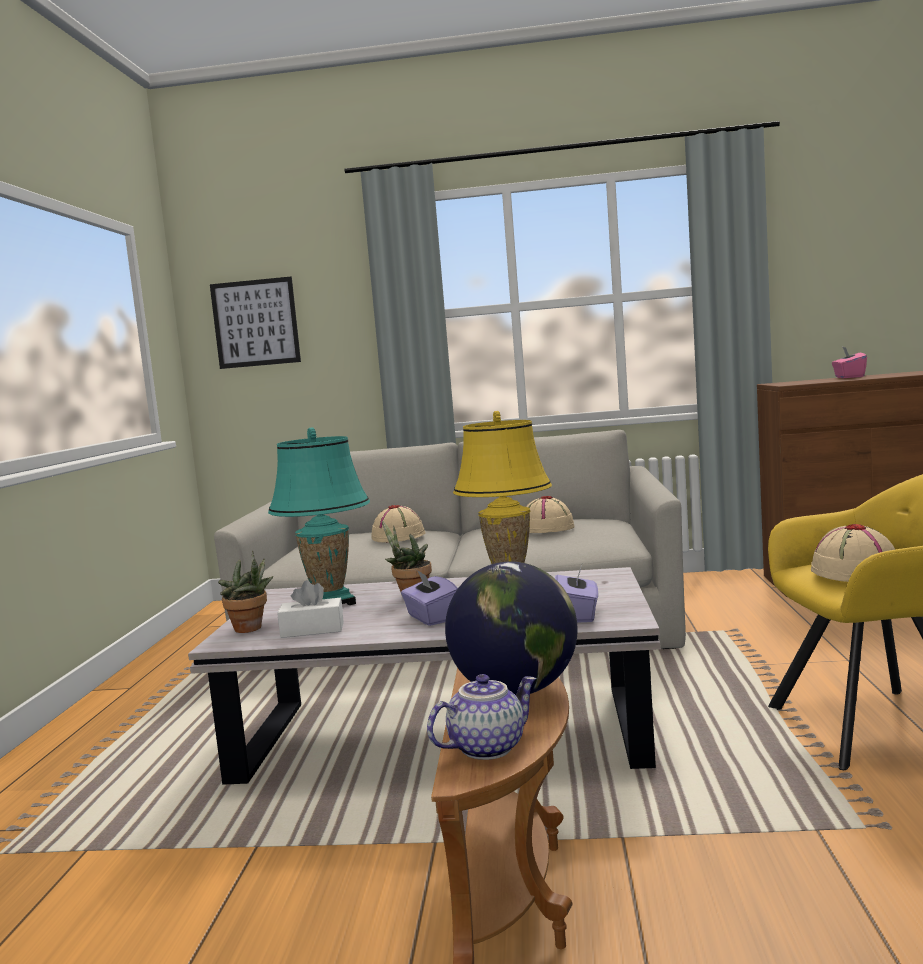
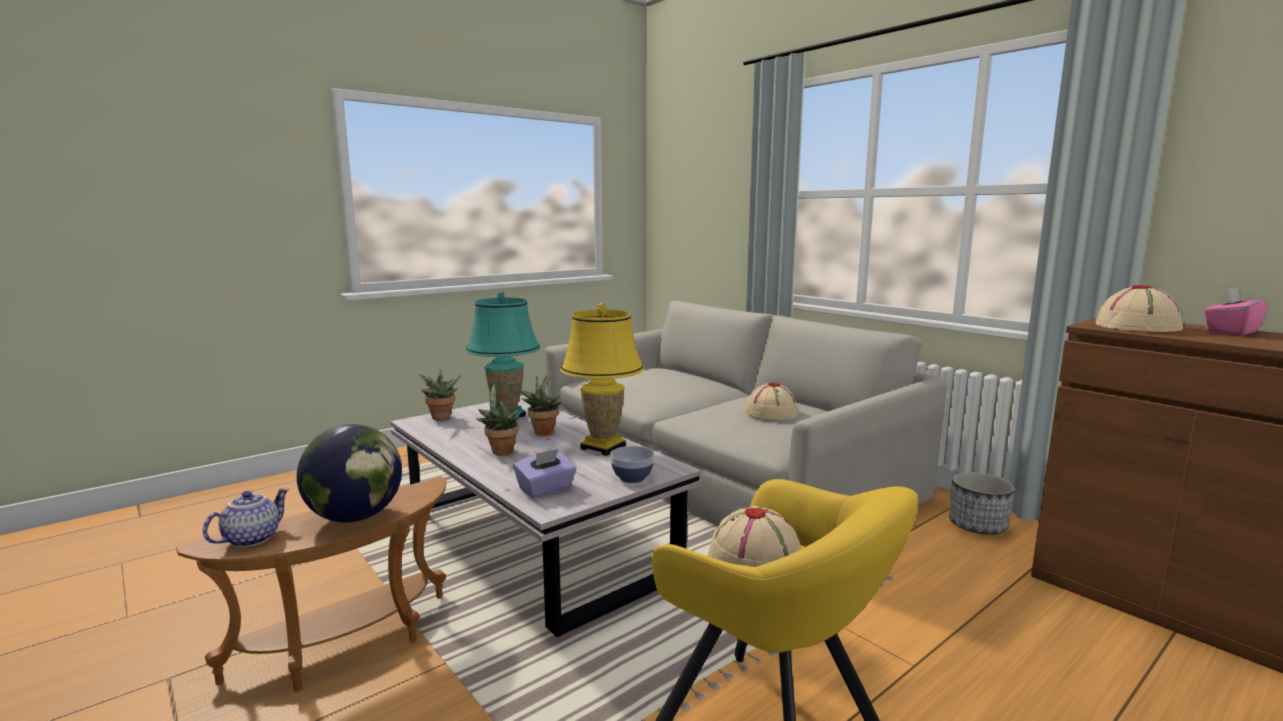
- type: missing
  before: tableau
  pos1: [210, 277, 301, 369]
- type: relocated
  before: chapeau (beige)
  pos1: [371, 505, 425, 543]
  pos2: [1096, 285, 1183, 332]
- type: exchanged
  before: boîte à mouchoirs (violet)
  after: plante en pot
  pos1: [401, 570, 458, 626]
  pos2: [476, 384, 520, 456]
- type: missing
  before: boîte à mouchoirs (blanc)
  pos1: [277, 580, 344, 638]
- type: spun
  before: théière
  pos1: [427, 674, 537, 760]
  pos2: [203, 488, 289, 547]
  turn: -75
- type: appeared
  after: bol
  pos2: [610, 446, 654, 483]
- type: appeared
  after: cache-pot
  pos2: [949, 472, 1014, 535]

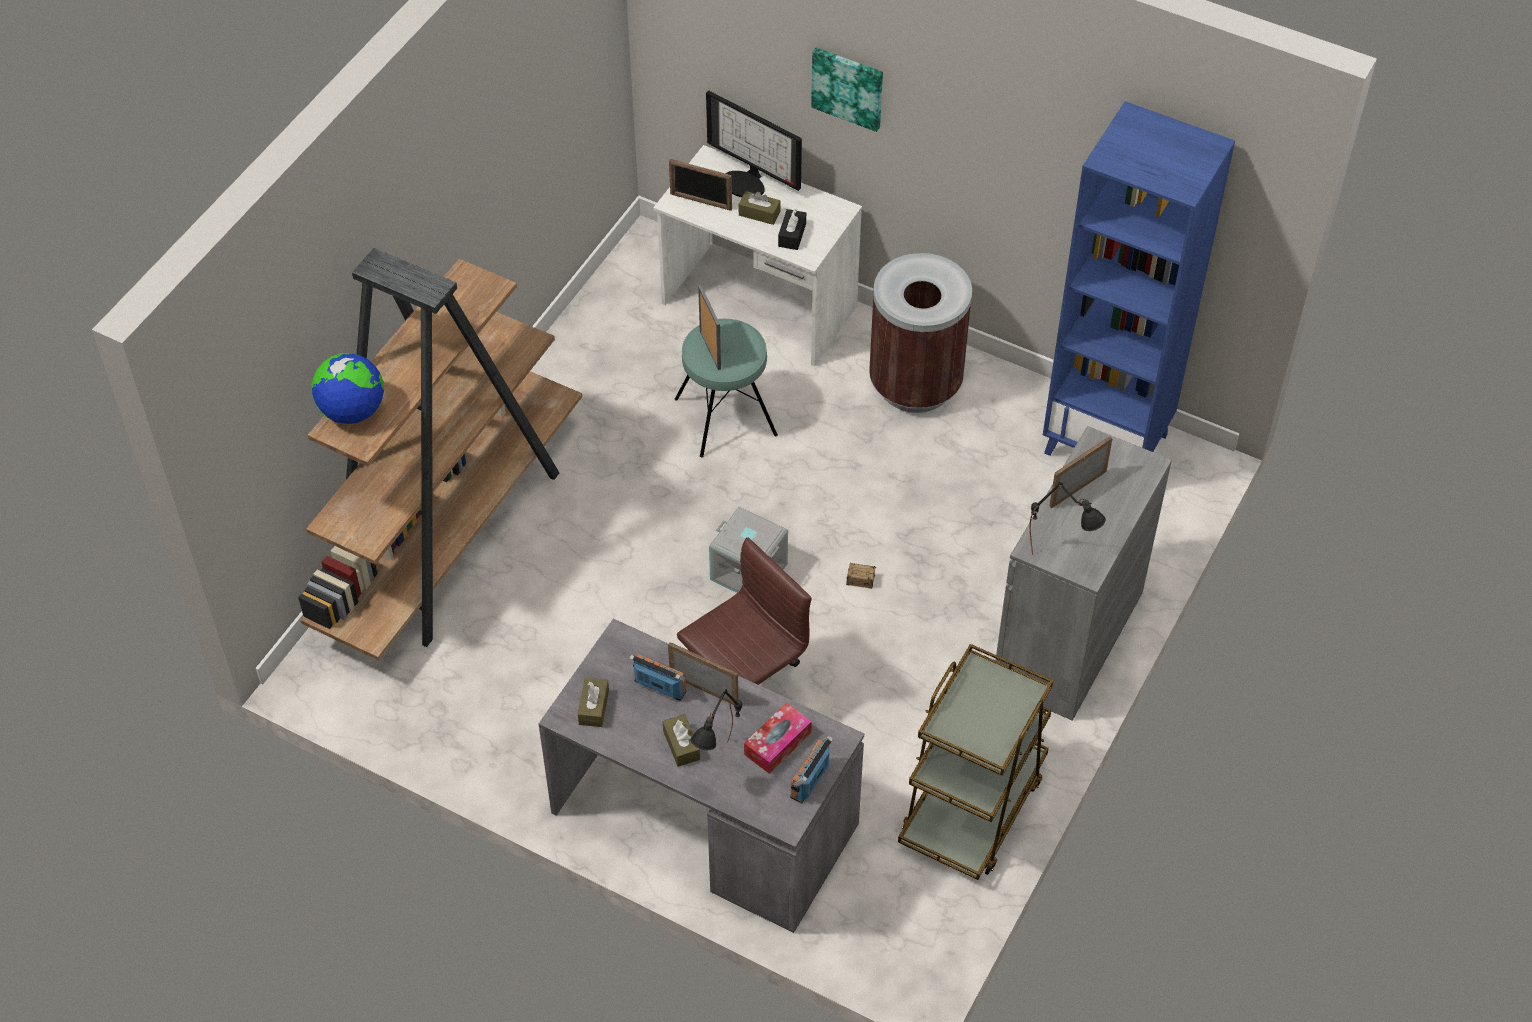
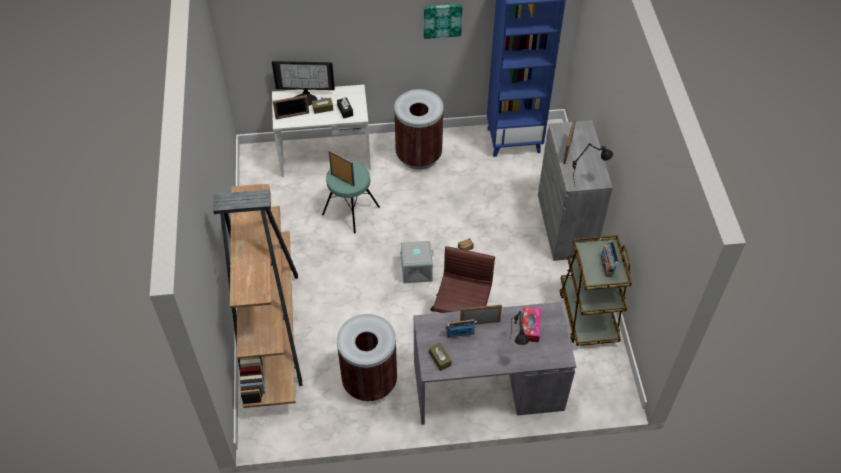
- type: relocated
  before: tableau
  pos1: [811, 48, 883, 132]
  pos2: [424, 4, 463, 39]
- type: missing
  before: globe
  pos1: [312, 353, 384, 424]
- type: missing
  before: boîte à mouchoirs (marron)
  pos1: [663, 714, 700, 767]
- type: relocated
  before: radio
  pos1: [790, 736, 833, 803]
  pos2: [601, 240, 619, 277]
- type: appeared
  after: poubelle (marron)
  pos2: [337, 314, 397, 401]

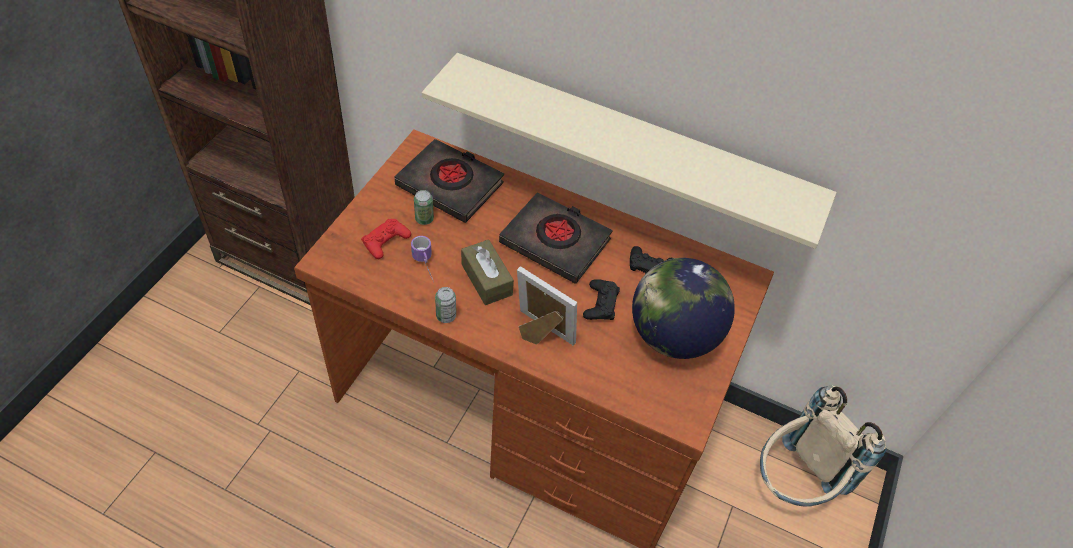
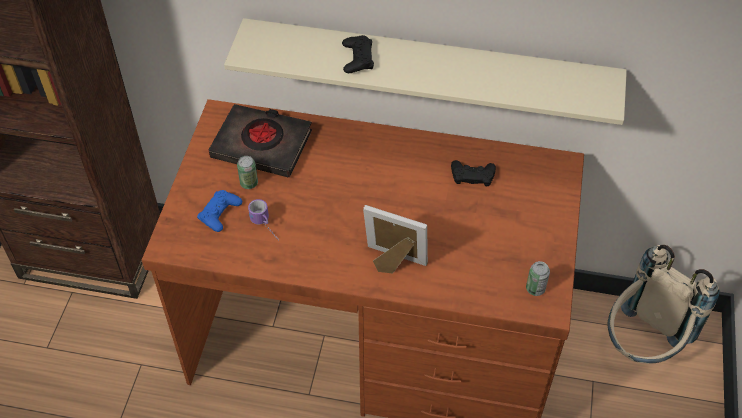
- type: missing
  before: livre (noir)
  pos1: [499, 192, 613, 284]
- type: colour
  before: manette (rouge)
  after: manette (bleu)
  pos1: [361, 219, 411, 259]
  pos2: [197, 190, 242, 232]
- type: missing
  before: boîte à mouchoirs (marron)
  pos1: [461, 240, 514, 305]
- type: missing
  before: globe
  pos1: [632, 258, 735, 359]
- type: relocated
  before: manette (noir)
  pos1: [583, 279, 620, 320]
  pos2: [342, 35, 374, 73]
- type: relocated
  before: boîte métallique
  pos1: [435, 287, 456, 323]
  pos2: [526, 261, 550, 296]

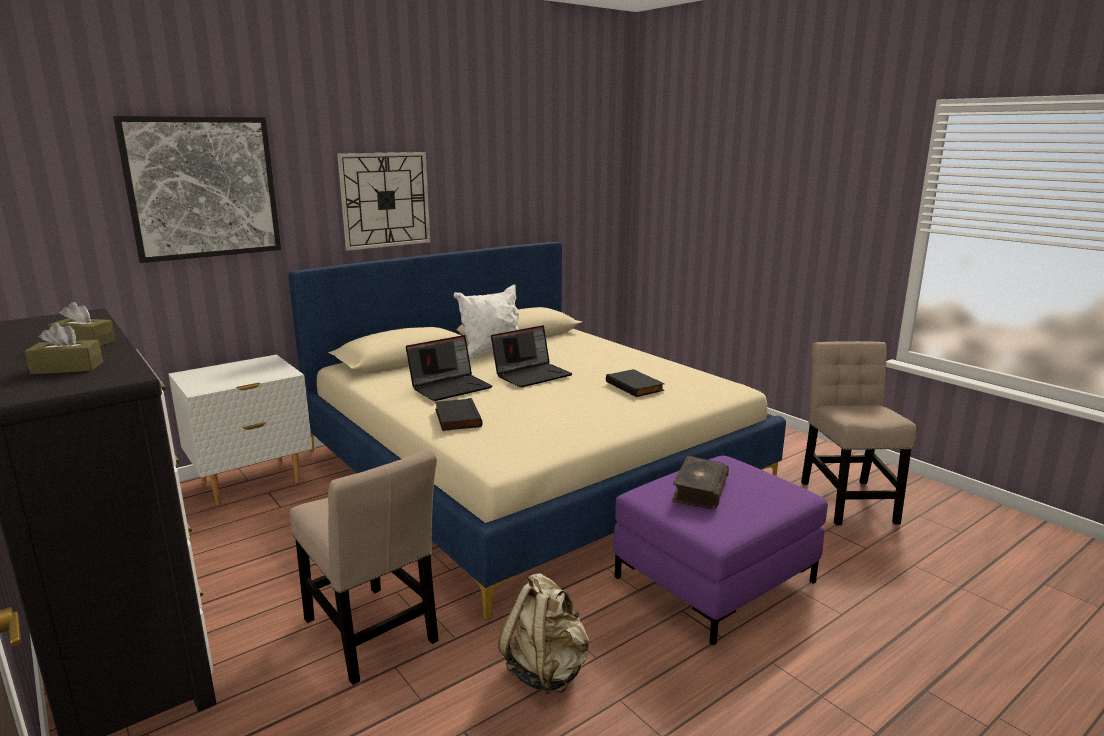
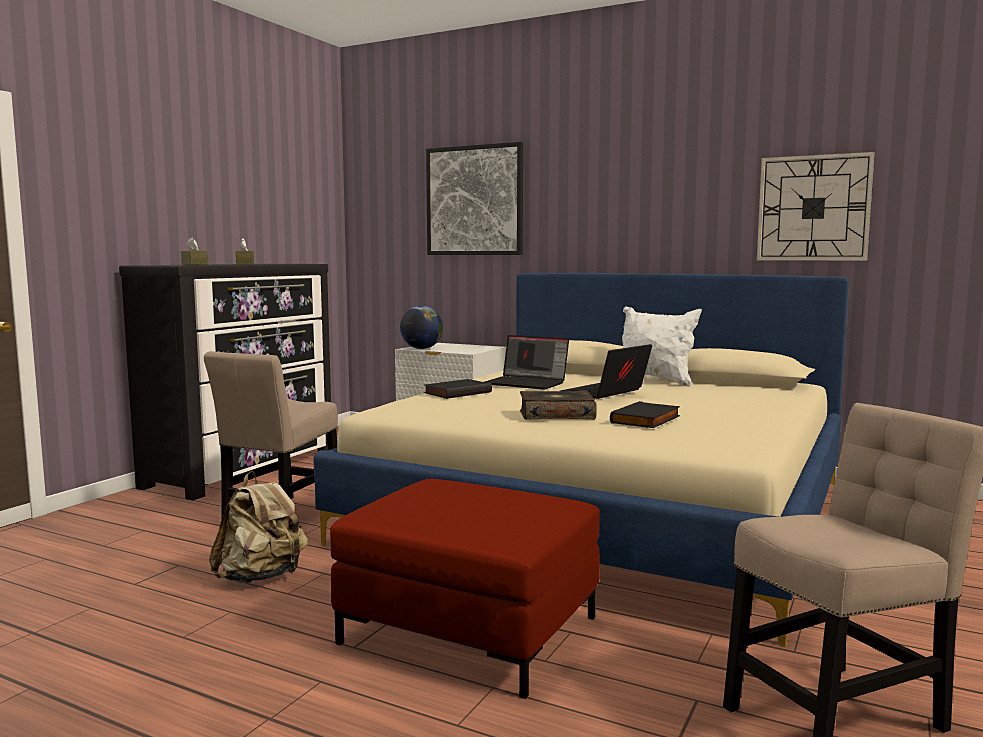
- type: relocated
  before: horloge murale
  pos1: [337, 152, 430, 251]
  pos2: [757, 152, 875, 261]
- type: spun
  before: ordinateur portable
  pos1: [491, 325, 573, 388]
  pos2: [560, 344, 652, 399]
  turn: 105
- type: colour
  before: pouf (violet)
  after: pouf (rouge)
  pos1: [613, 456, 828, 645]
  pos2: [330, 479, 600, 699]
- type: relocated
  before: livre
  pos1: [672, 456, 729, 510]
  pos2: [520, 390, 597, 419]
- type: appeared
  after: globe
  pos2: [400, 306, 443, 349]

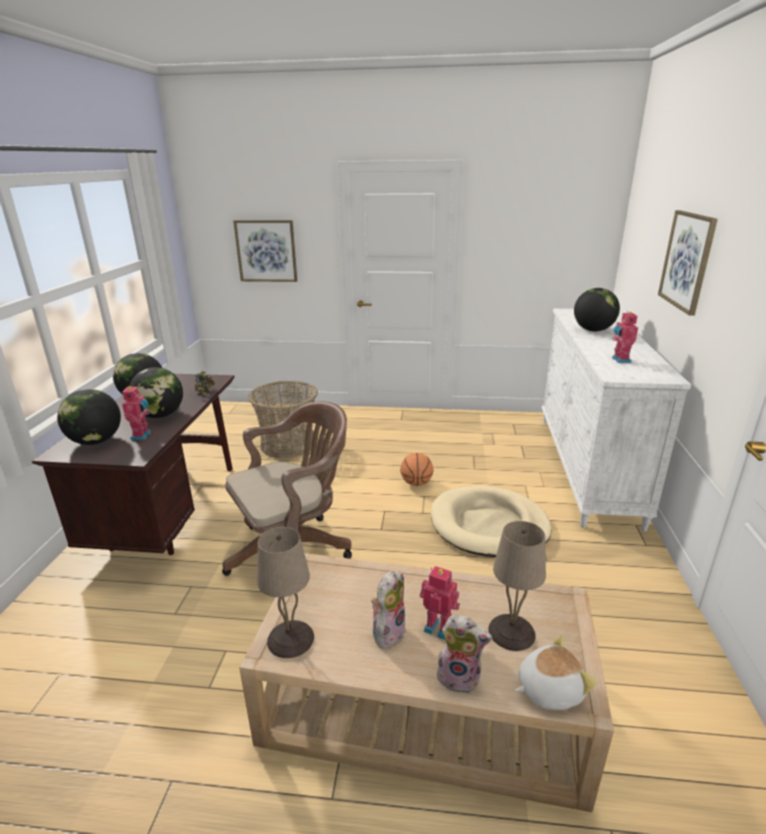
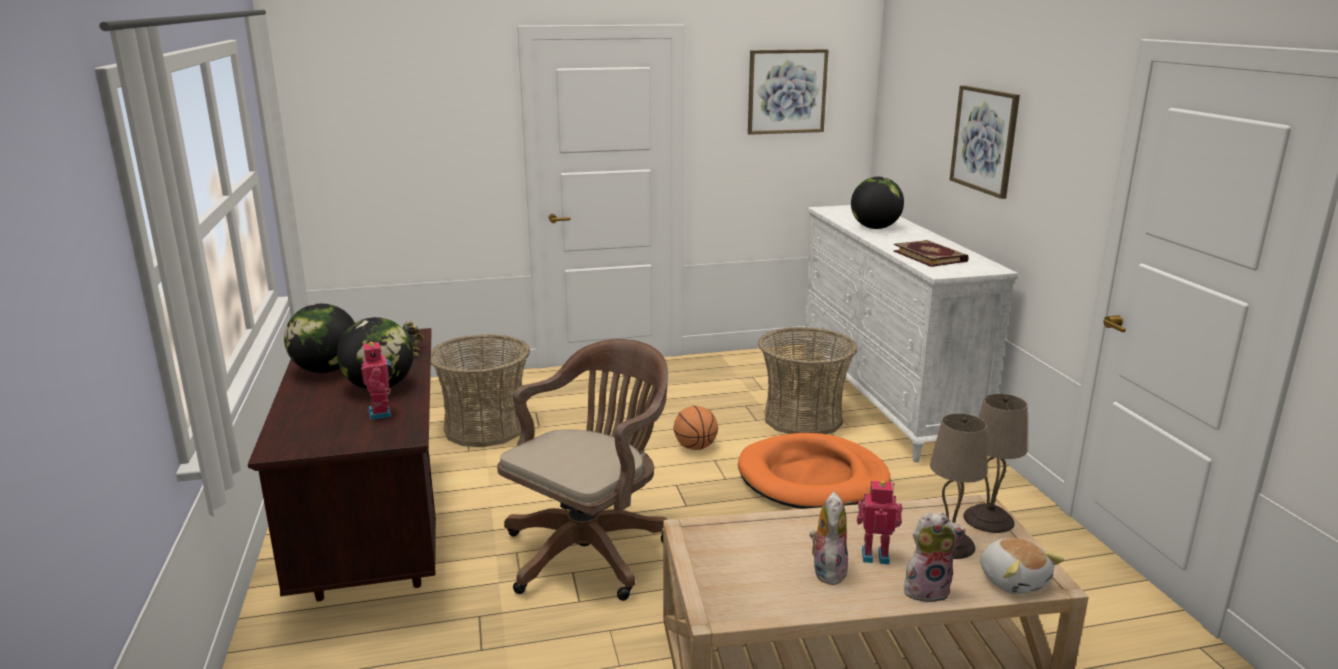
- type: relocated
  before: tableau
  pos1: [233, 220, 297, 282]
  pos2: [748, 49, 829, 135]
- type: exchanged
  before: robot jouet
  after: livre
  pos1: [612, 311, 638, 363]
  pos2: [893, 240, 969, 267]
- type: missing
  before: globe
  pos1: [57, 389, 121, 445]
- type: colour
  before: panier pour chien (beige)
  after: panier pour chien (orange)
  pos1: [431, 486, 551, 557]
  pos2: [738, 433, 891, 509]
- type: relocated
  before: lampe de table (beige)
  pos1: [257, 527, 314, 658]
  pos2: [963, 394, 1028, 533]
- type: spun
  before: peluche
  pos1: [515, 636, 597, 710]
  pos2: [980, 538, 1064, 594]
  turn: 105
- type: appeared
  after: panier
  pos2: [758, 327, 857, 434]

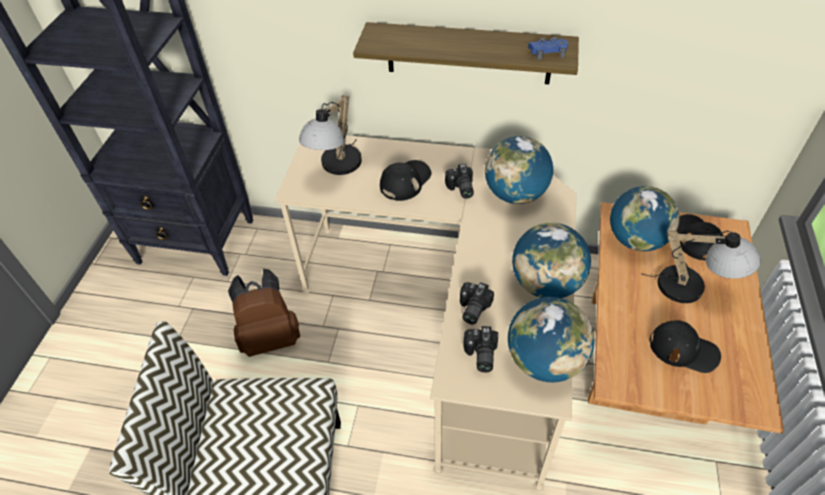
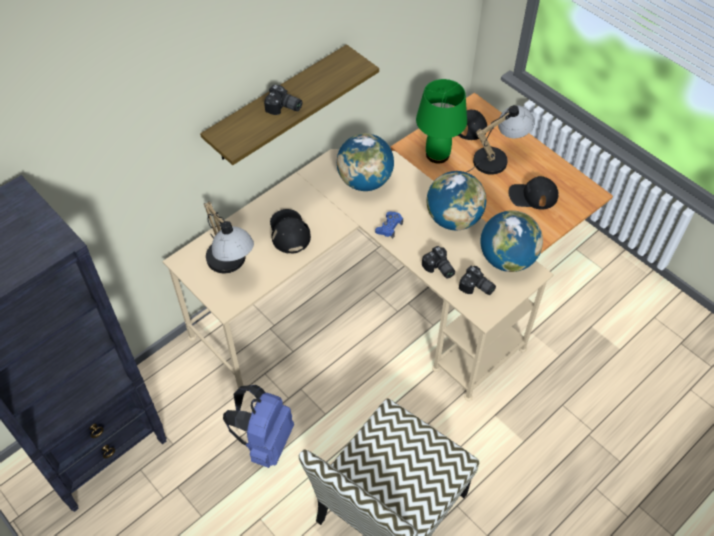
- type: relocated
  before: manette (bleu)
  pos1: [528, 37, 568, 60]
  pos2: [375, 211, 403, 238]
- type: relocated
  before: appareil photo
  pos1: [445, 164, 474, 199]
  pos2: [264, 85, 302, 115]
- type: exchanged
  before: globe
  after: lampe de table (vert)
  pos1: [610, 186, 679, 251]
  pos2: [416, 79, 467, 164]
- type: colour
  before: sac à dos (marron)
  after: sac à dos (bleu)
  pos1: [228, 269, 300, 357]
  pos2: [223, 385, 294, 468]
- type: spun
  before: casquette (noir)
  pos1: [650, 320, 721, 373]
  pos2: [508, 176, 558, 209]
  turn: -150

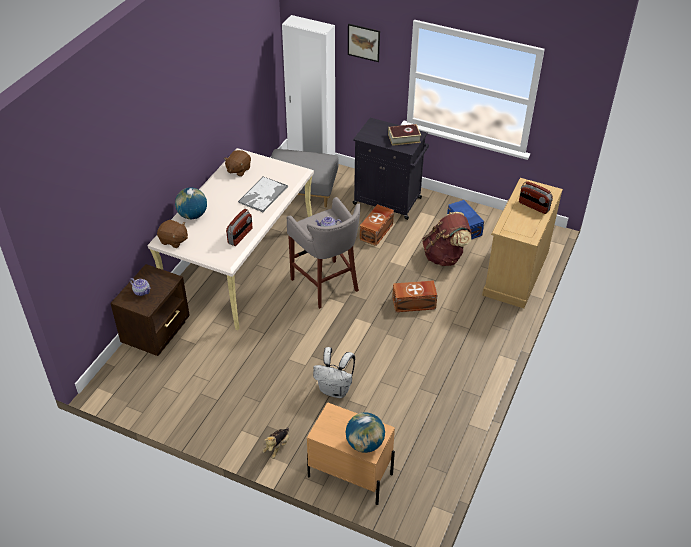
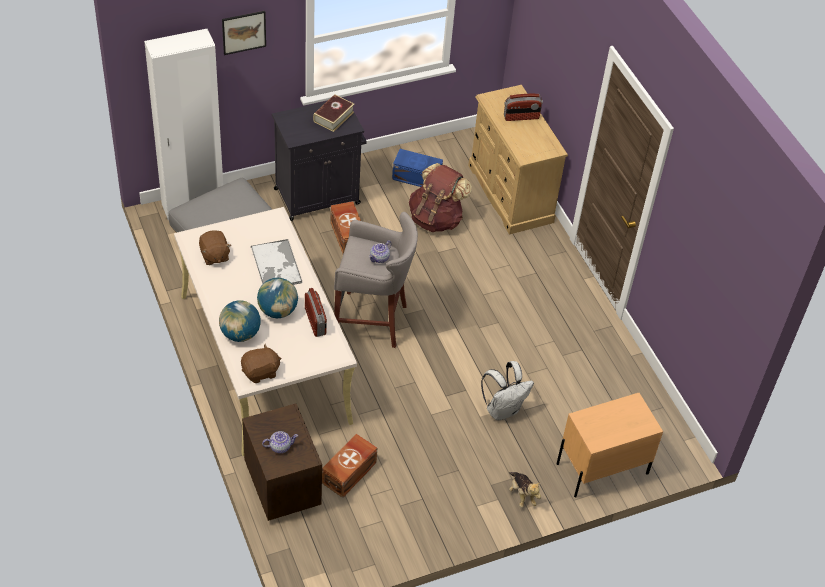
- type: relocated
  before: boîte de rangement (marron)
  pos1: [392, 280, 437, 312]
  pos2: [322, 434, 377, 498]
- type: relocated
  before: globe
  pos1: [346, 412, 385, 453]
  pos2: [257, 278, 298, 318]

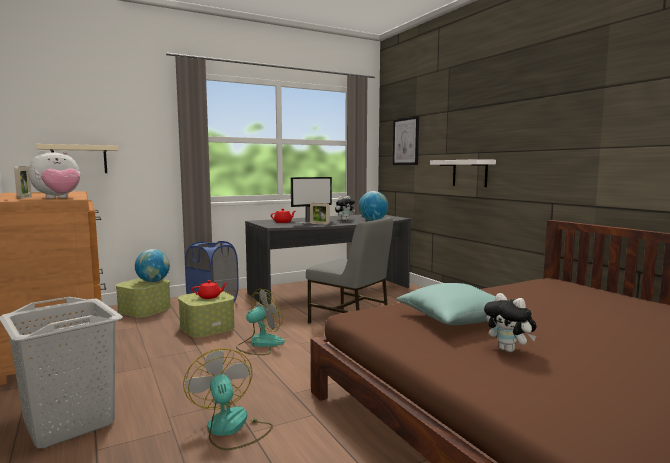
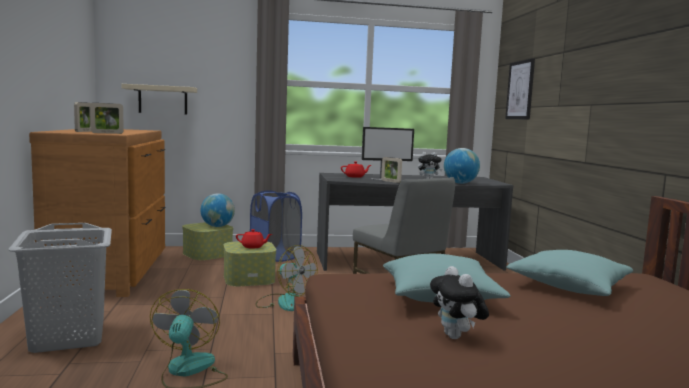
- type: exchanged
  before: peluche
  after: cadre photo
  pos1: [29, 150, 81, 199]
  pos2: [90, 103, 124, 134]
- type: missing
  before: étagère (blanc)
  pos1: [430, 159, 496, 187]
- type: spun
  before: ventilateur
  pos1: [236, 289, 285, 355]
  pos2: [255, 245, 318, 311]
  turn: 60
- type: appeared
  after: coussin (turquoise)
  pos2: [506, 250, 633, 296]

